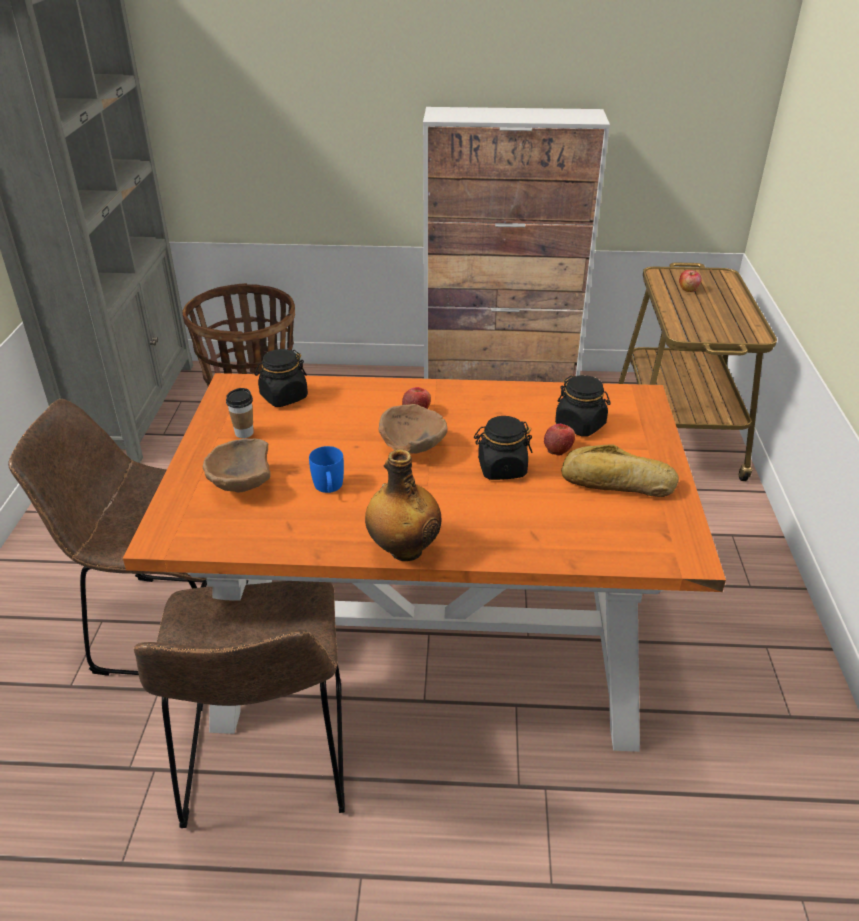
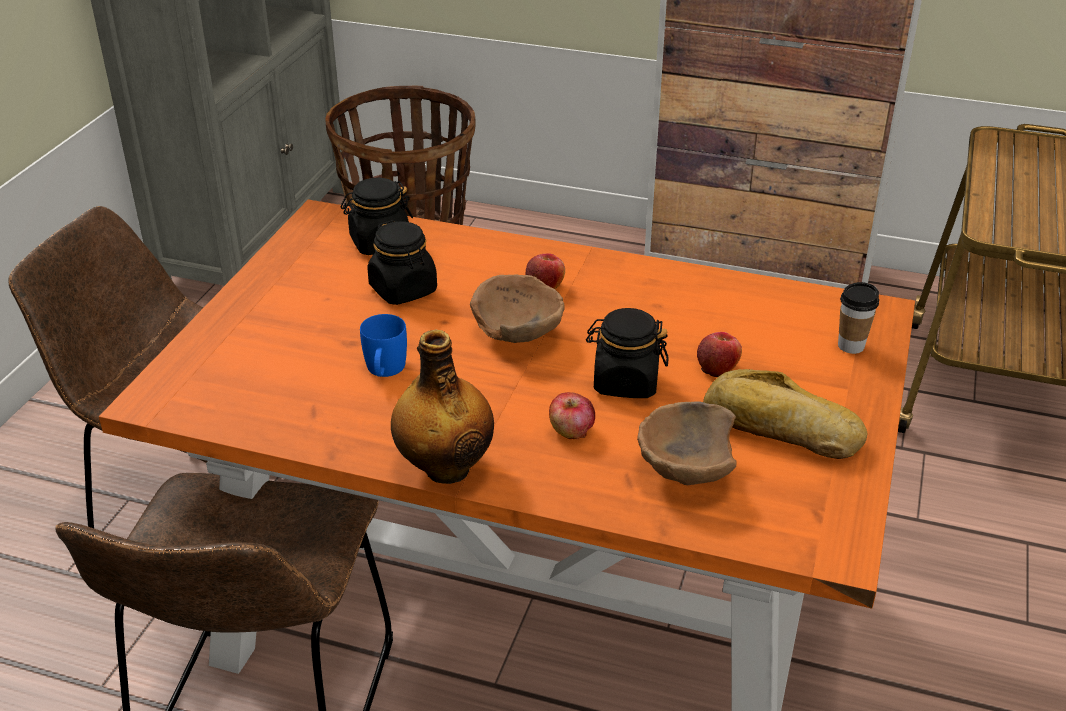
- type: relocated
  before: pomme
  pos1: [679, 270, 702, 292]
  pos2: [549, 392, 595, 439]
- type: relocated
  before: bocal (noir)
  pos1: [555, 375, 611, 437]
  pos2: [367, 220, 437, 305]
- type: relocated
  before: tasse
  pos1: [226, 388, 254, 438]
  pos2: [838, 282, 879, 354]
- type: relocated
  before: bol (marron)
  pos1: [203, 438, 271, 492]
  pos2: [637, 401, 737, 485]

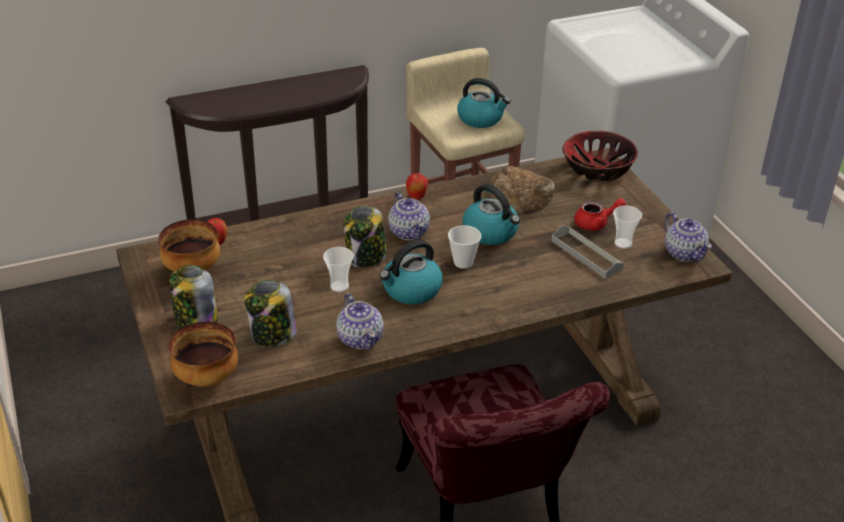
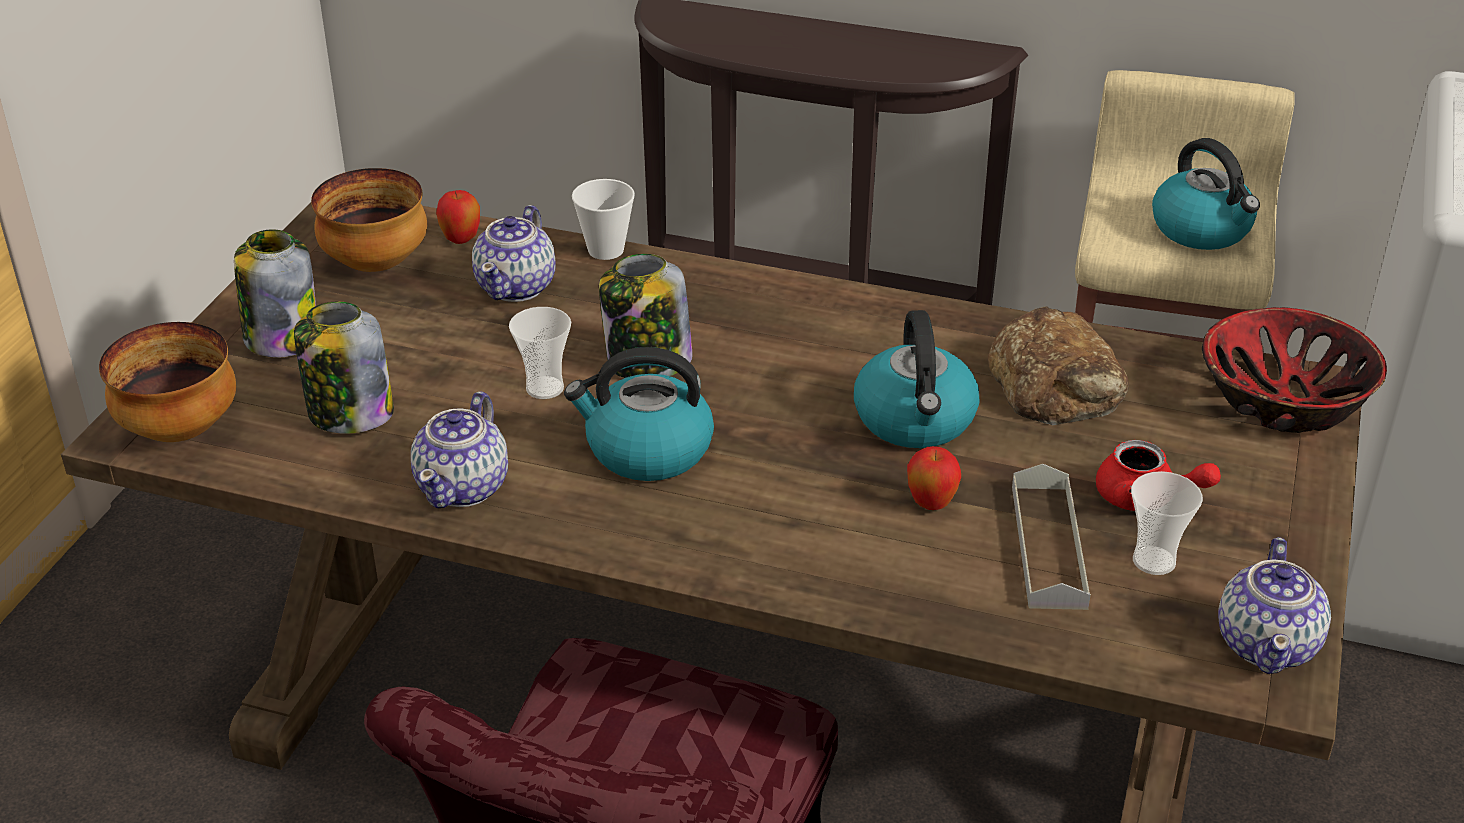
- type: relocated
  before: pomme
  pos1: [406, 173, 428, 200]
  pos2: [907, 446, 961, 510]
- type: relocated
  before: théière
  pos1: [388, 192, 430, 240]
  pos2: [472, 205, 556, 302]
- type: relocated
  before: tasse
  pos1: [448, 225, 481, 269]
  pos2: [572, 179, 635, 260]

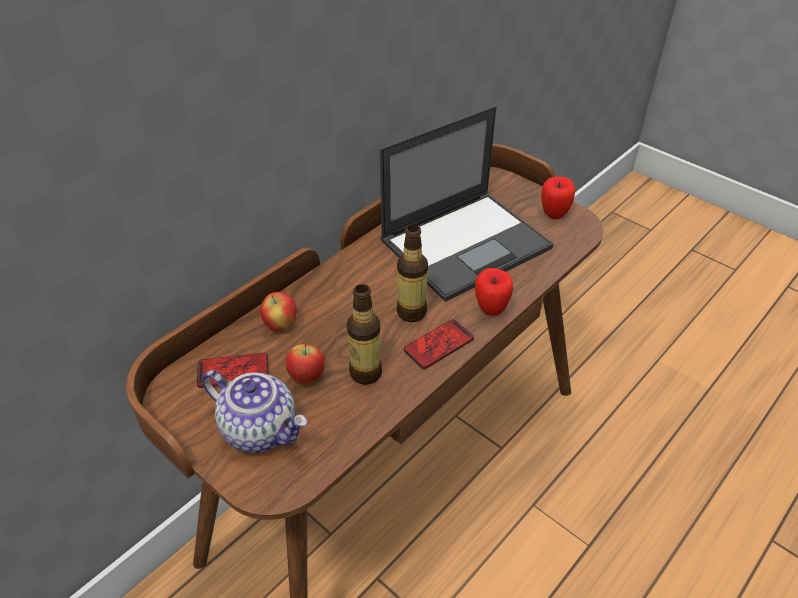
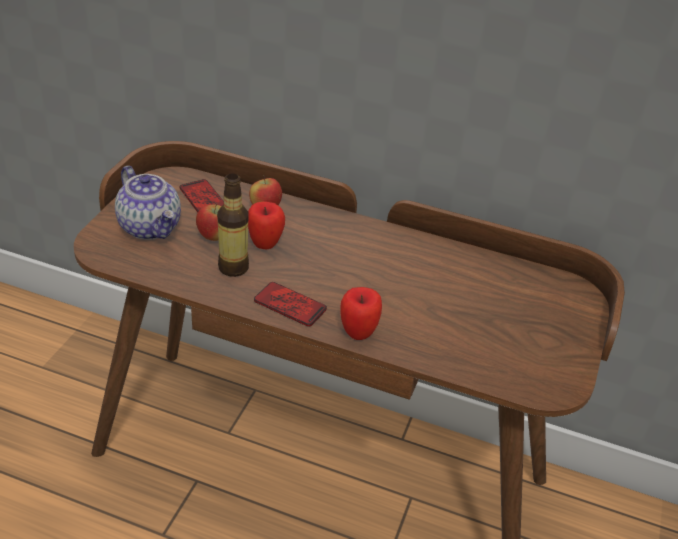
- type: missing
  before: ordinateur portable
  pos1: [380, 106, 554, 302]
- type: relocated
  before: pomme
  pos1: [541, 176, 575, 219]
  pos2: [248, 202, 285, 249]
- type: missing
  before: bouteille
  pos1: [397, 225, 428, 322]
- type: spun
  before: théière
  pos1: [202, 370, 307, 453]
  pos2: [115, 166, 181, 240]
  turn: -45

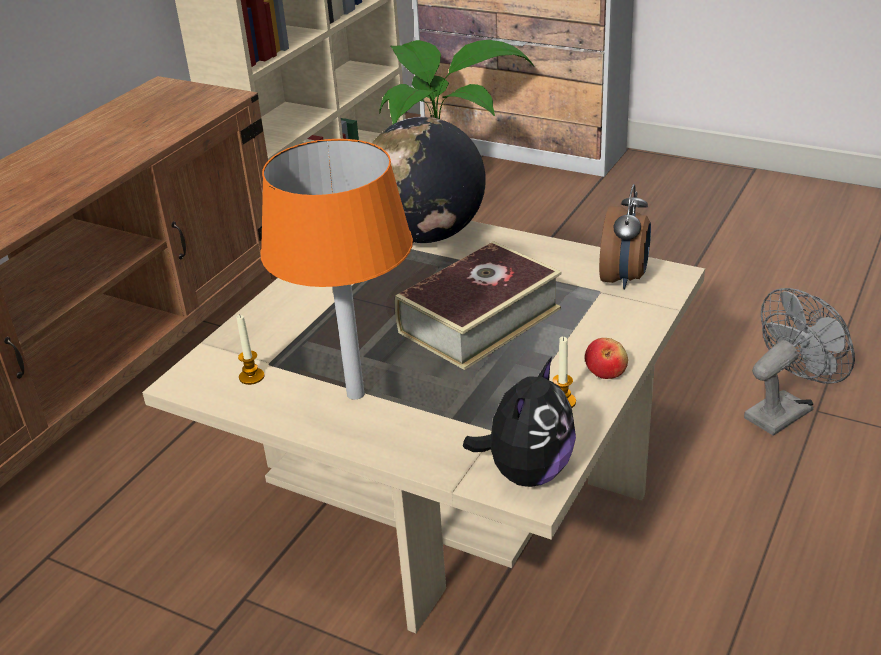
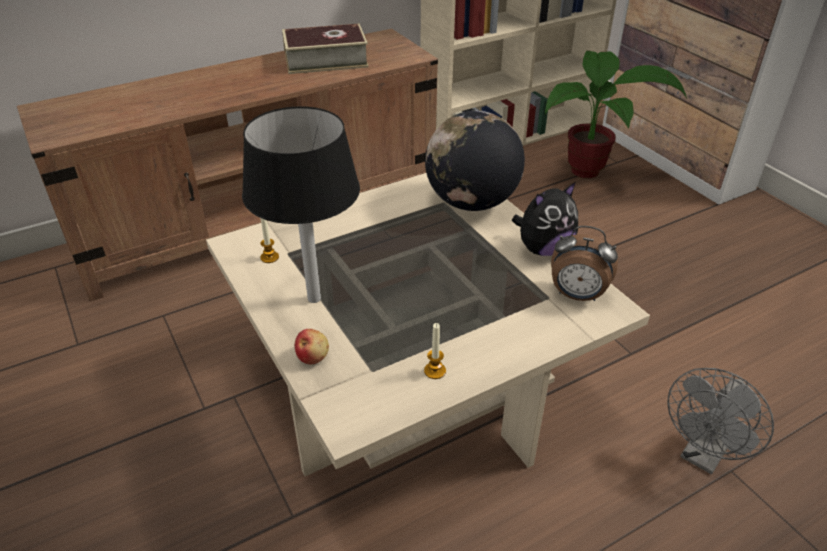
- type: colour
  before: lampe de table (orange)
  after: lampe de table (noir)
  pos1: [261, 139, 413, 400]
  pos2: [242, 106, 360, 303]
- type: spun
  before: réveil
  pos1: [599, 184, 651, 289]
  pos2: [551, 226, 618, 301]
  turn: 60
- type: relocated
  before: livre
  pos1: [395, 241, 561, 370]
  pos2: [282, 24, 369, 74]
- type: spun
  before: ventilateur (gris)
  pos1: [744, 288, 855, 435]
  pos2: [668, 368, 774, 474]
  turn: 135
- type: relocated
  before: pomme
  pos1: [585, 338, 628, 379]
  pos2: [295, 329, 329, 364]
- type: relocated
  before: peluche
  pos1: [463, 357, 576, 487]
  pos2: [512, 182, 578, 256]

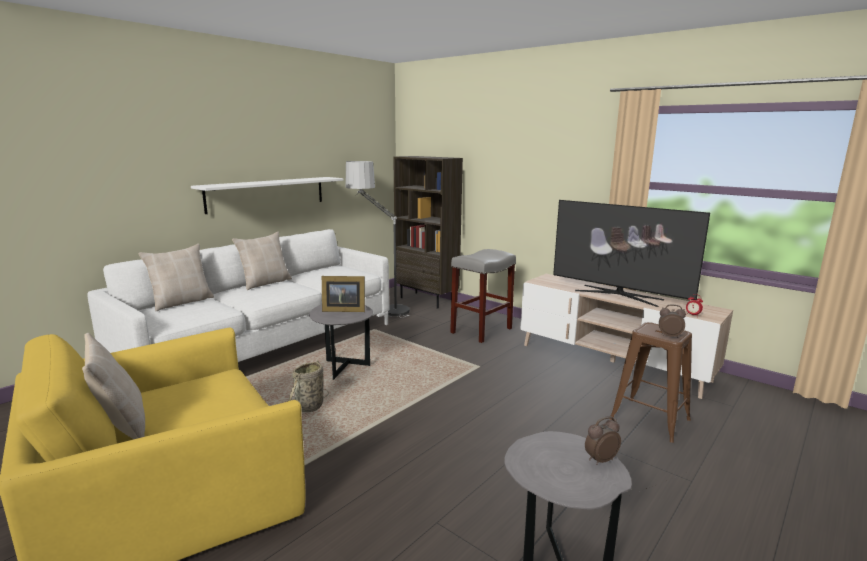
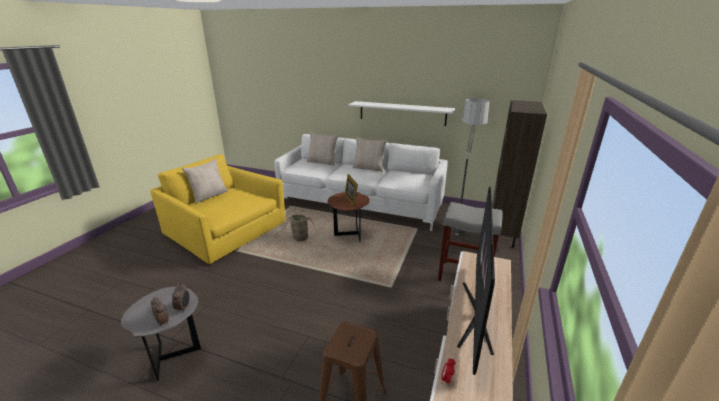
- type: relocated
  before: réveil
  pos1: [659, 304, 686, 338]
  pos2: [172, 283, 190, 312]
- type: colour
  before: table d'appoint (gris)
  after: table d'appoint (marron)
  pos1: [309, 305, 373, 380]
  pos2: [327, 192, 370, 241]

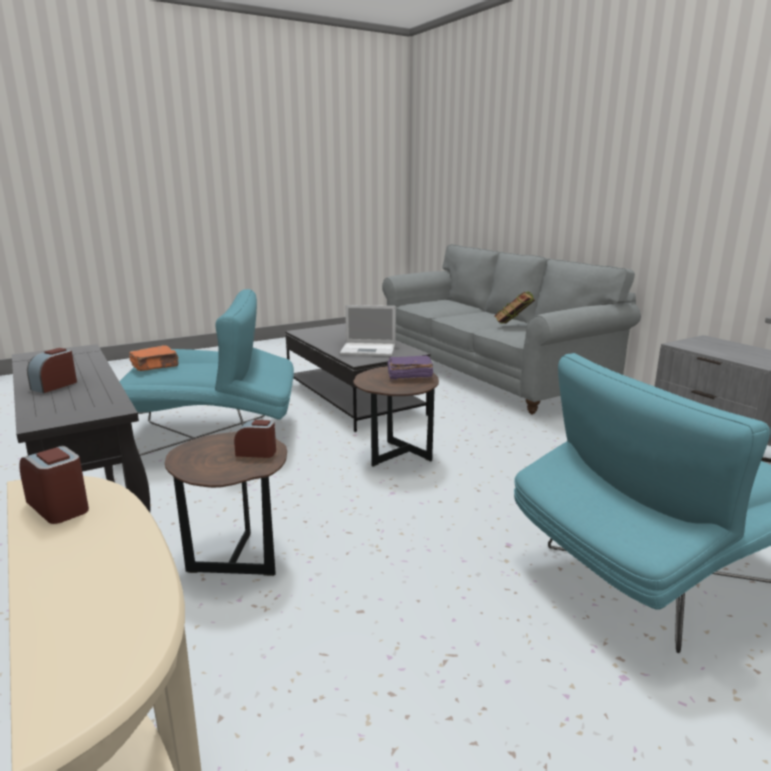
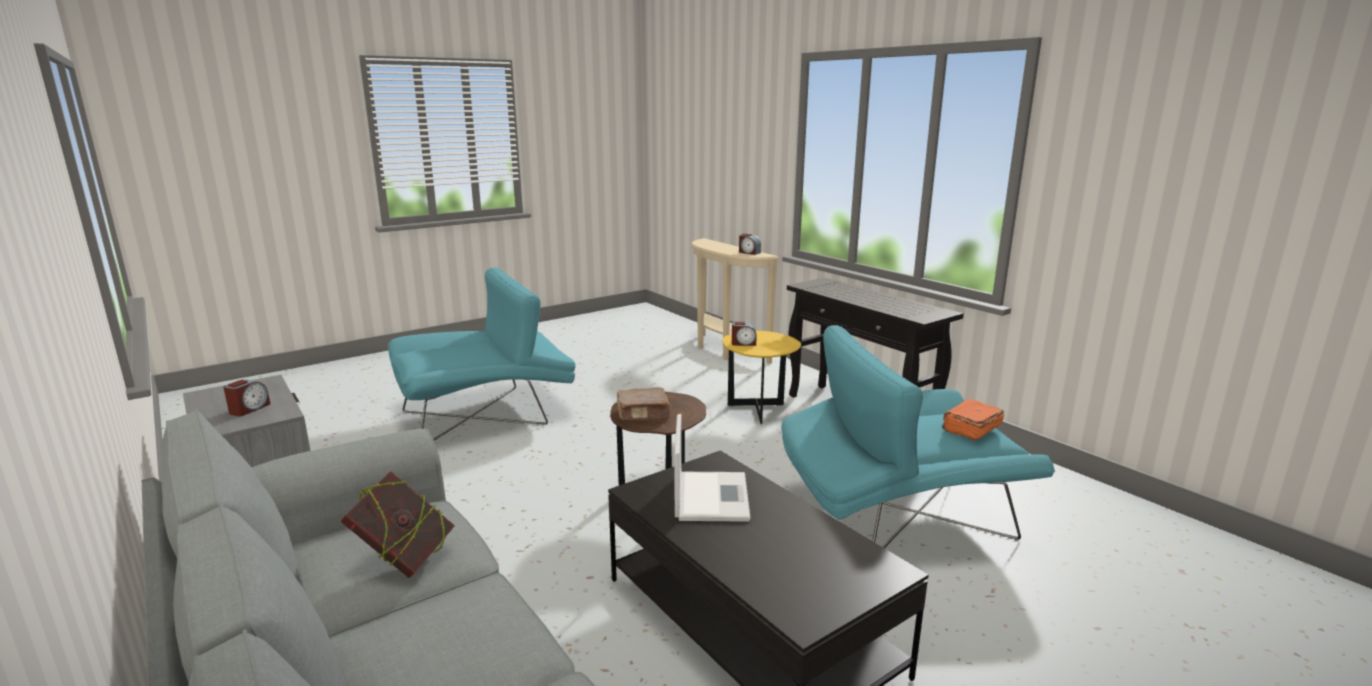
- type: spun
  before: ordinateur portable
  pos1: [340, 305, 396, 356]
  pos2: [674, 414, 751, 522]
  turn: 90
- type: relocated
  before: réveil
  pos1: [27, 348, 77, 393]
  pos2: [223, 379, 270, 416]
- type: colour
  before: livre (violet)
  after: livre (marron)
  pos1: [387, 356, 433, 380]
  pos2: [617, 387, 670, 420]
- type: colour
  before: table d'appoint (marron)
  after: table d'appoint (jaune)
  pos1: [165, 431, 287, 576]
  pos2: [722, 331, 801, 424]

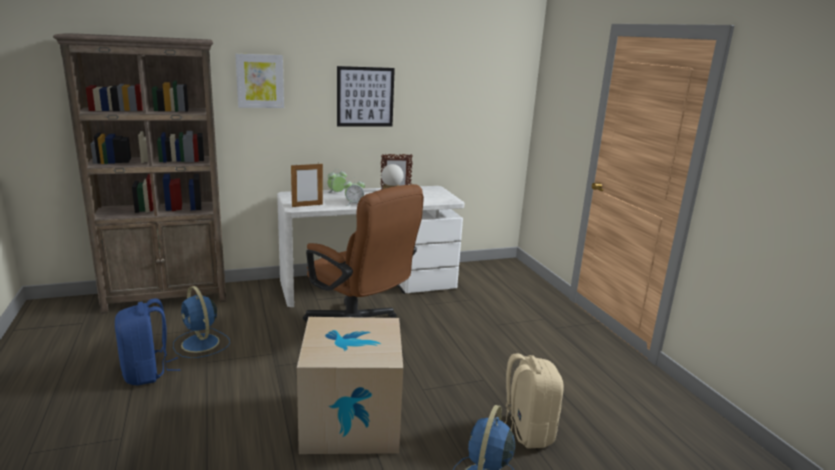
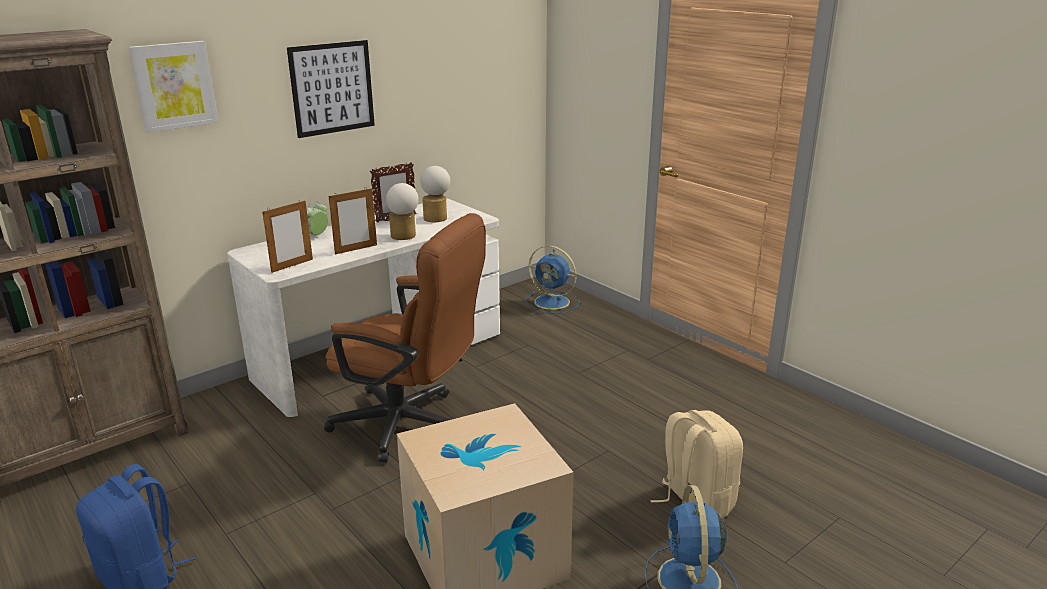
- type: exchanged
  before: réveil
  after: cadre photo
  pos1: [344, 178, 365, 206]
  pos2: [329, 187, 377, 254]
- type: relocated
  before: ventilateur (bleu)
  pos1: [173, 286, 230, 358]
  pos2: [526, 245, 580, 314]
- type: appeared
  after: lampe de table
  pos2: [420, 166, 450, 222]

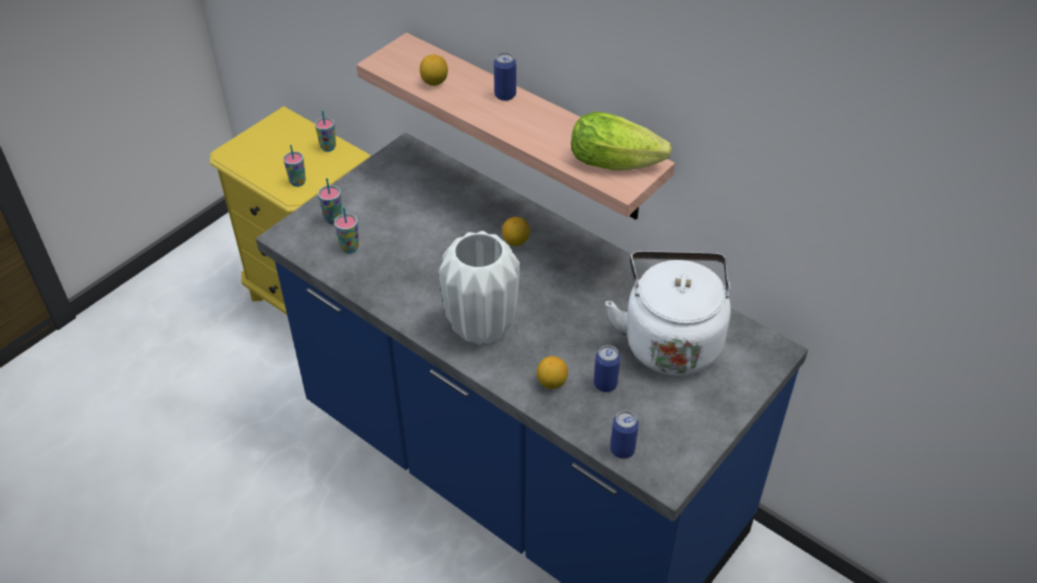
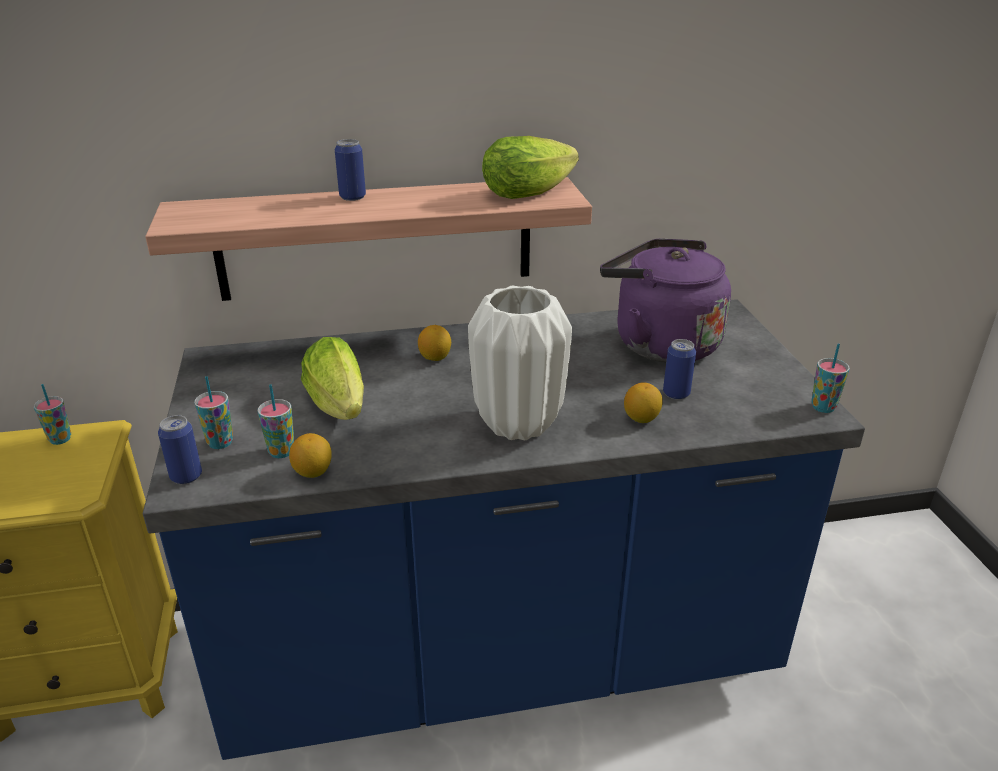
- type: relocated
  before: citron
  pos1: [420, 55, 448, 86]
  pos2: [289, 433, 332, 478]
- type: relocated
  before: tasse
  pos1: [283, 145, 306, 187]
  pos2: [811, 343, 850, 413]
- type: colour
  before: bouilloire (blanc)
  after: bouilloire (violet)
  pos1: [605, 251, 731, 376]
  pos2: [600, 239, 731, 362]
- type: relocated
  before: boîte métallique
  pos1: [610, 411, 639, 459]
  pos2: [158, 415, 202, 484]
- type: appeared
  after: laitue
  pos2: [301, 337, 364, 420]

